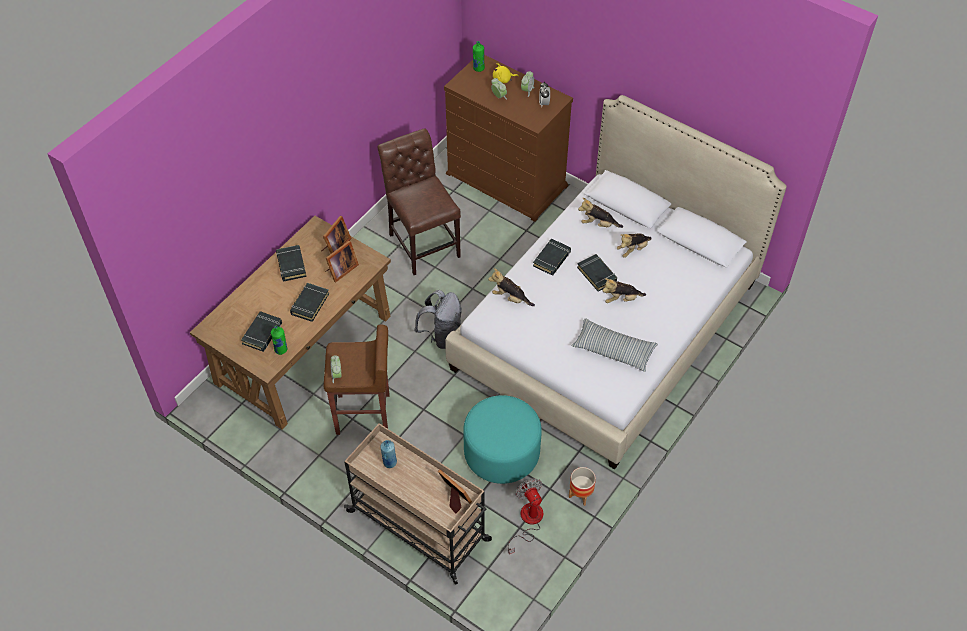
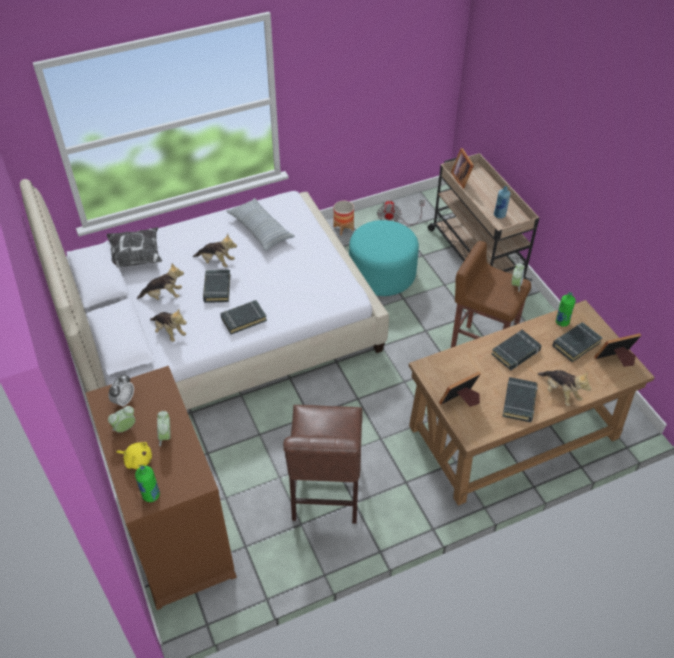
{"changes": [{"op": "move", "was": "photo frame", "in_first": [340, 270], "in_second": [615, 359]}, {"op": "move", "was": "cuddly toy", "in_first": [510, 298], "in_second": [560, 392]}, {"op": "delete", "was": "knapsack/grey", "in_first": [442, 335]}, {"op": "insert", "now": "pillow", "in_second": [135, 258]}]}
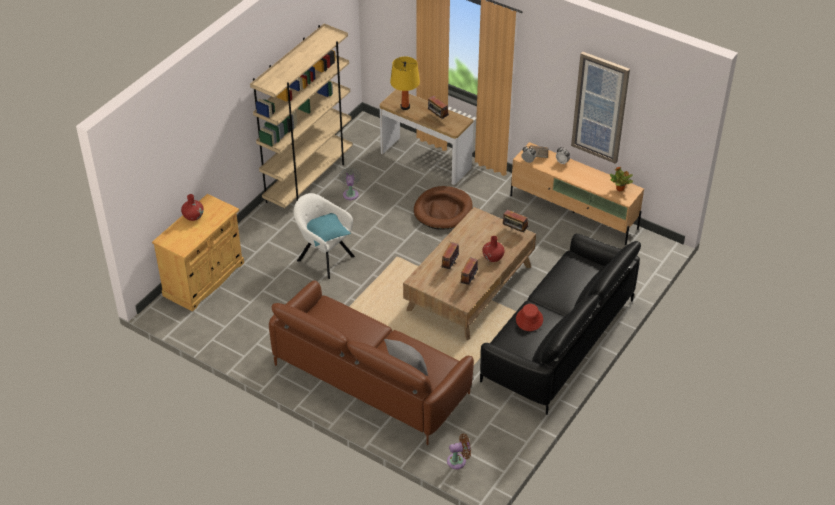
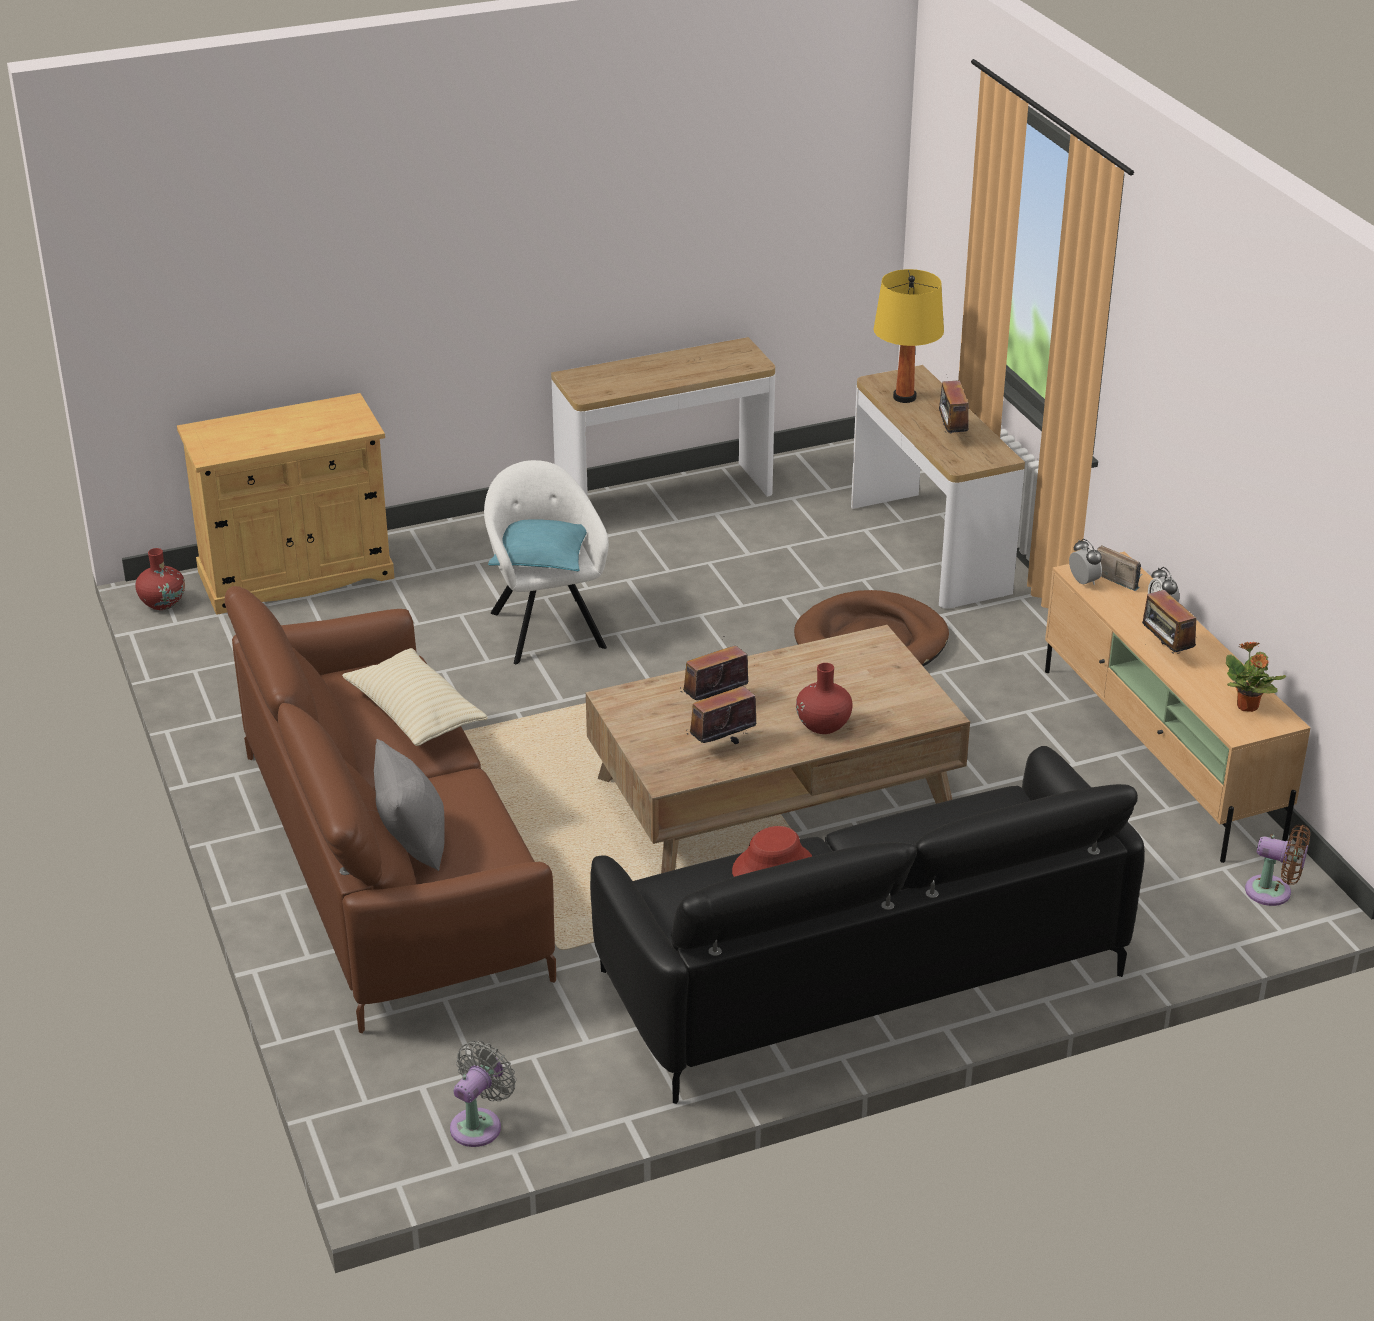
{"changes": [{"op": "replace", "was": "bookshelf/beige-coloured", "now": "console table", "in_first": [308, 179], "in_second": [665, 498]}, {"op": "delete", "was": "wall art", "in_first": [600, 107]}, {"op": "move", "was": "electric fan/grey", "in_first": [350, 193], "in_second": [479, 1124]}, {"op": "move", "was": "decorative vase/reddish", "in_first": [193, 216], "in_second": [162, 603]}, {"op": "move", "was": "radio receiver", "in_first": [514, 231], "in_second": [1165, 651]}, {"op": "move", "was": "electric fan/brownish", "in_first": [458, 461], "in_second": [1273, 892]}, {"op": "insert", "now": "pillow/beige-coloured", "in_second": [415, 714]}]}
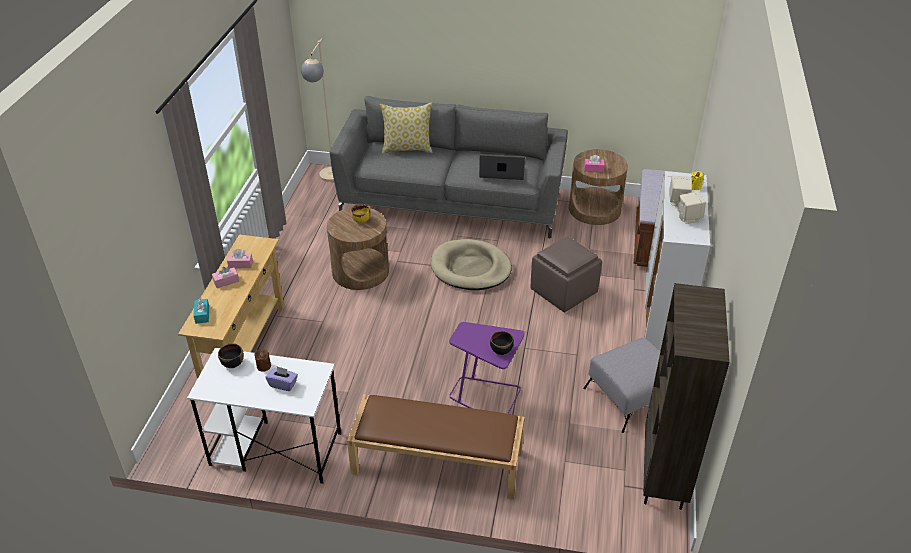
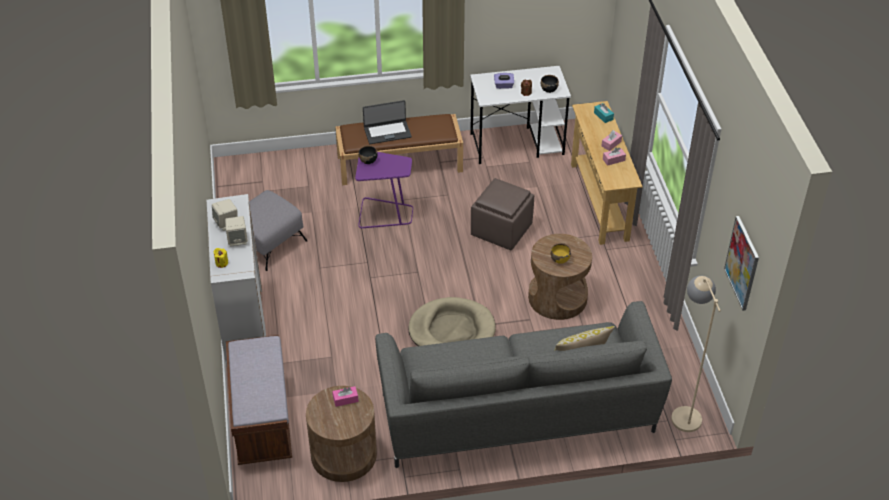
{"changes": [{"op": "move", "was": "portable computer", "in_first": [502, 172], "in_second": [387, 132]}, {"op": "move", "was": "ottoman/brownish", "in_first": [563, 291], "in_second": [501, 230]}, {"op": "delete", "was": "bookshelf/brownish", "in_first": [664, 476]}, {"op": "insert", "now": "wall art", "in_second": [742, 263]}]}
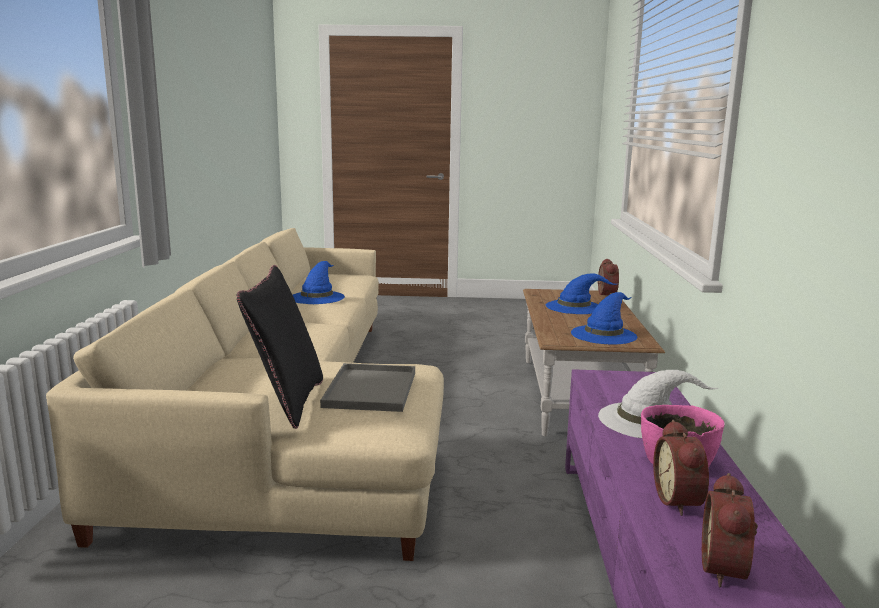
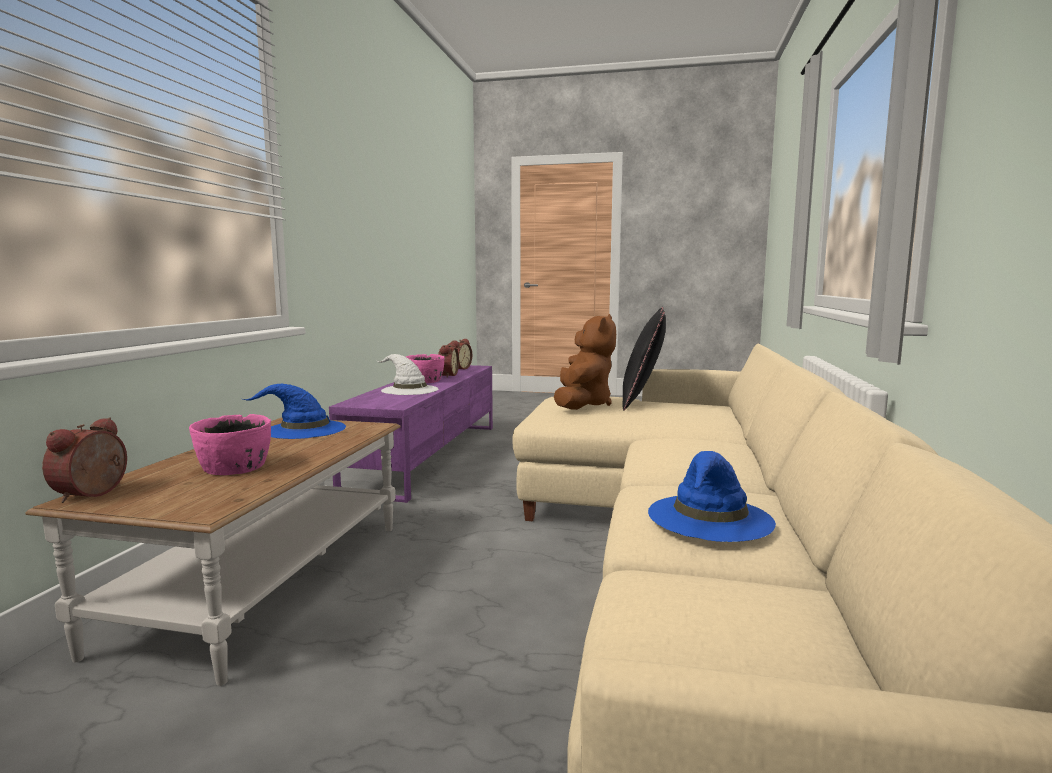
{"changes": [{"op": "replace", "was": "wearable hat/bluish", "now": "serving bowl/pink", "in_first": [575, 306], "in_second": [235, 467]}, {"op": "replace", "was": "serving tray/grey", "now": "cuddly toy/brownish", "in_first": [370, 388], "in_second": [582, 404]}]}
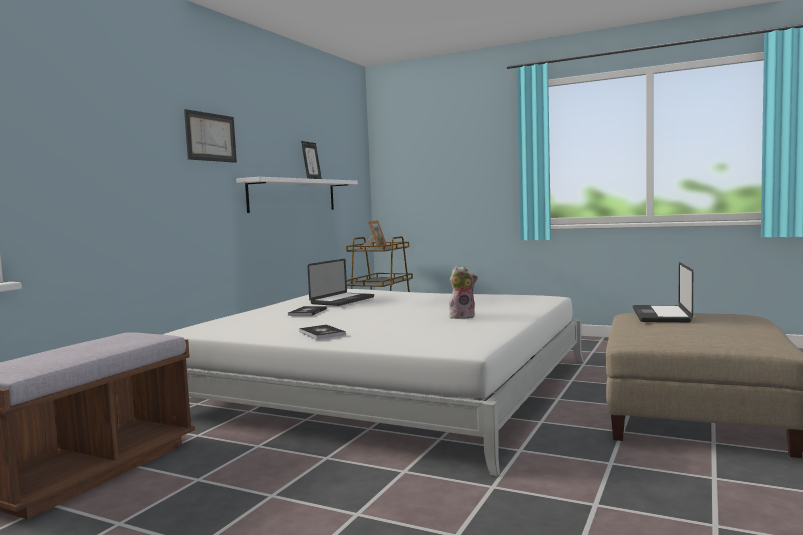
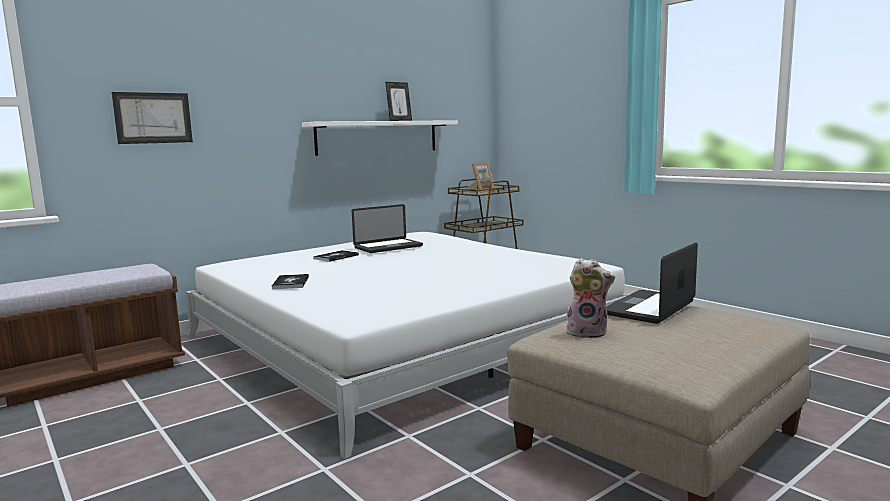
{"changes": [{"op": "move", "was": "wall art", "in_first": [210, 137], "in_second": [153, 118]}, {"op": "move", "was": "cuddly toy", "in_first": [462, 316], "in_second": [588, 333]}]}
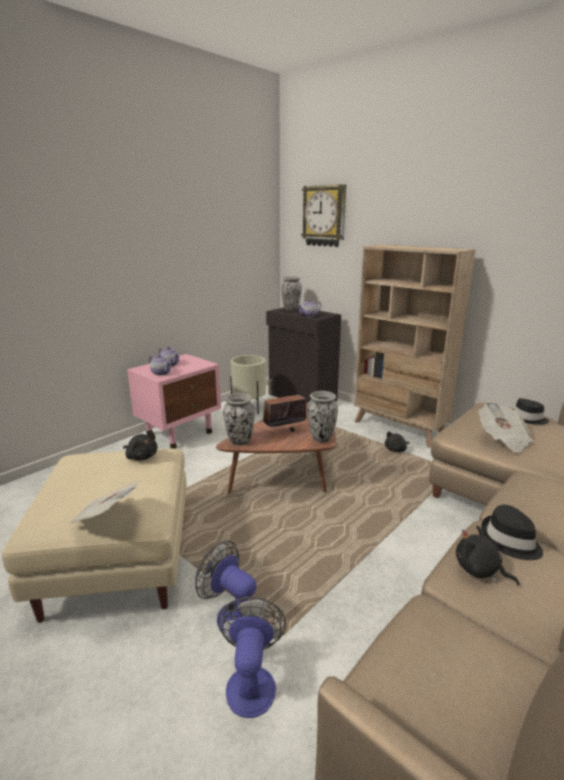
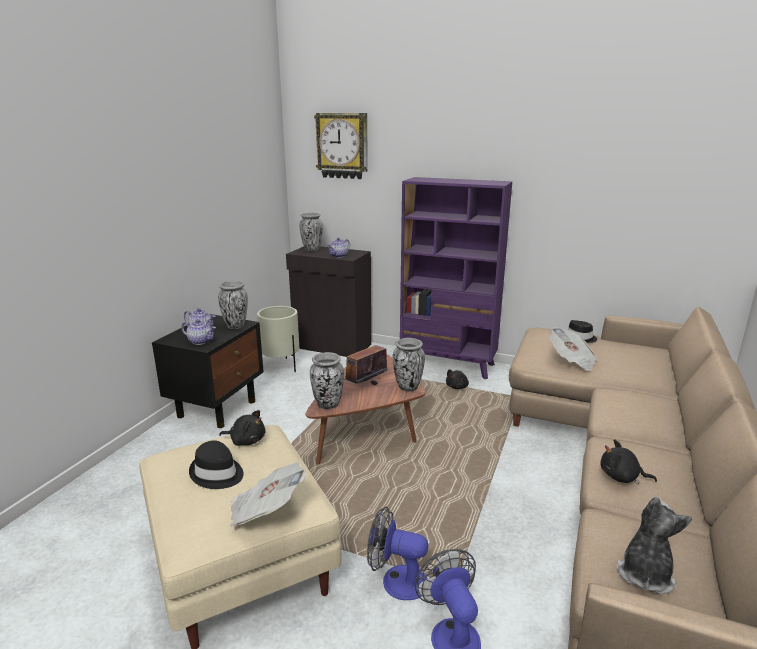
{"changes": [{"op": "recolor", "was": "bookshelf/beige-coloured", "now": "bookshelf/purplish", "in_first": [399, 428], "in_second": [448, 364]}, {"op": "recolor", "was": "nightstand/pink", "now": "nightstand/blackish", "in_first": [180, 433], "in_second": [217, 408]}, {"op": "move", "was": "wearable hat/blackish", "in_first": [509, 541], "in_second": [217, 474]}, {"op": "insert", "now": "decorative vase", "in_second": [235, 326]}, {"op": "insert", "now": "cuddly toy", "in_second": [645, 573]}]}
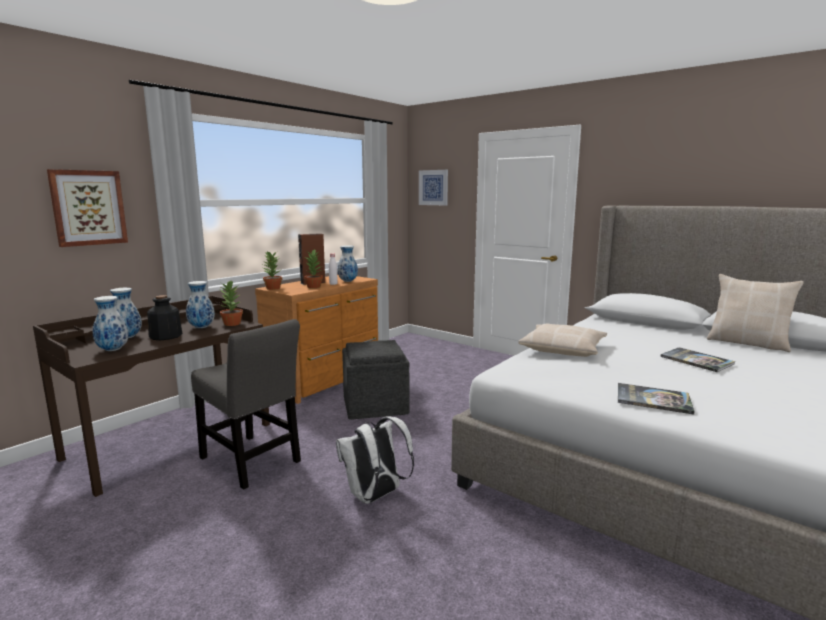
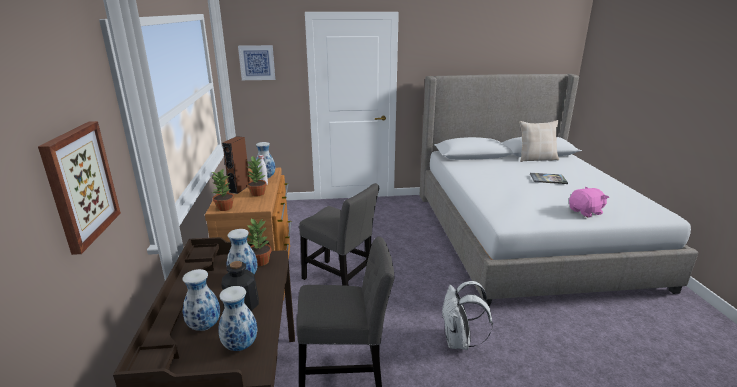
{"changes": [{"op": "delete", "was": "pillow/beige-coloured", "in_first": [563, 349]}, {"op": "replace", "was": "ottoman/grey", "now": "chair/grey", "in_first": [374, 406], "in_second": [340, 279]}, {"op": "replace", "was": "volume", "now": "cuddly toy/pink", "in_first": [653, 399], "in_second": [586, 212]}]}
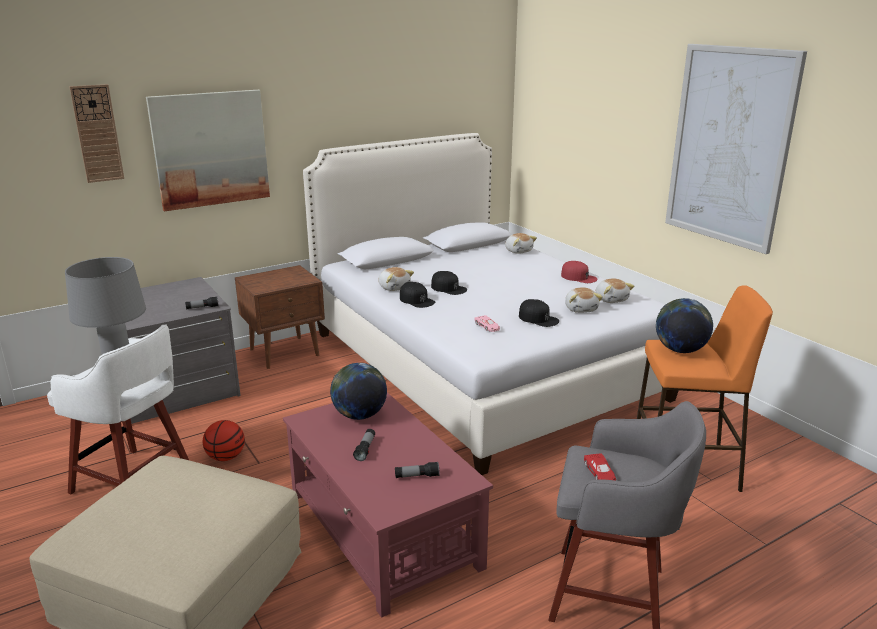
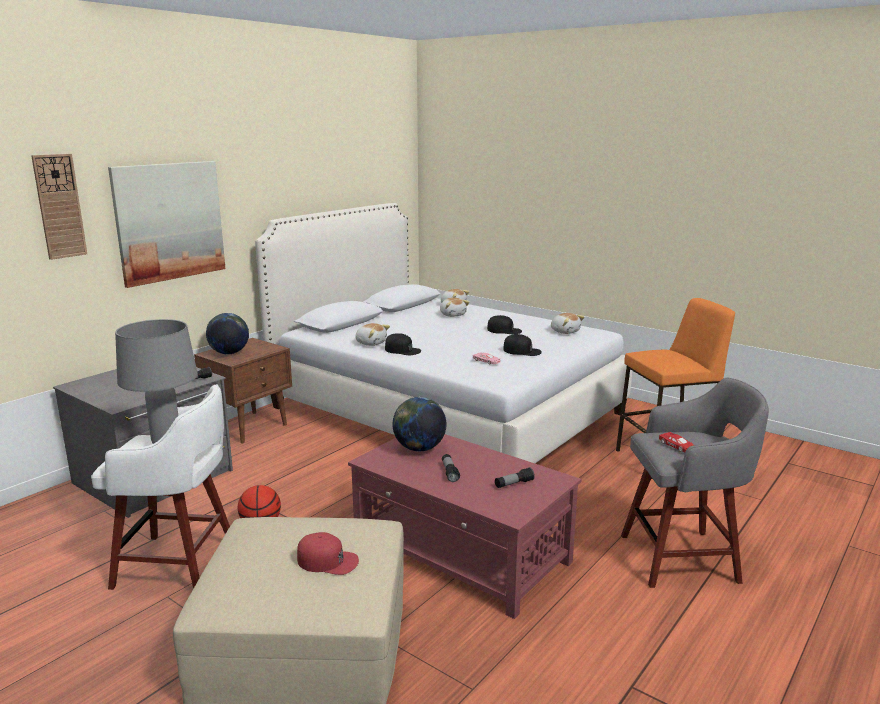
{"changes": [{"op": "delete", "was": "wall art", "in_first": [730, 146]}, {"op": "move", "was": "baseball cap/reddish", "in_first": [579, 277], "in_second": [327, 560]}, {"op": "move", "was": "baseball cap/blackish", "in_first": [448, 288], "in_second": [504, 330]}, {"op": "move", "was": "cuddly toy", "in_first": [581, 309], "in_second": [453, 315]}, {"op": "move", "was": "world globe", "in_first": [680, 350], "in_second": [229, 353]}]}
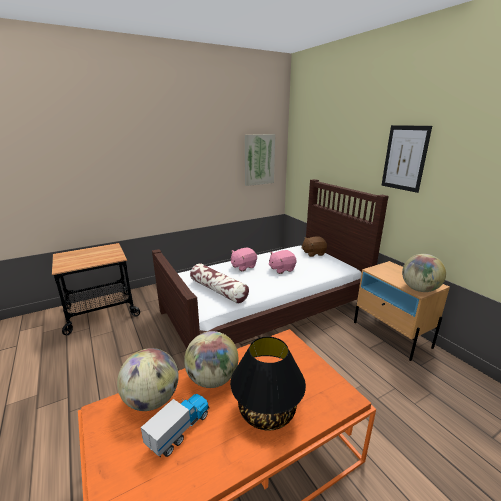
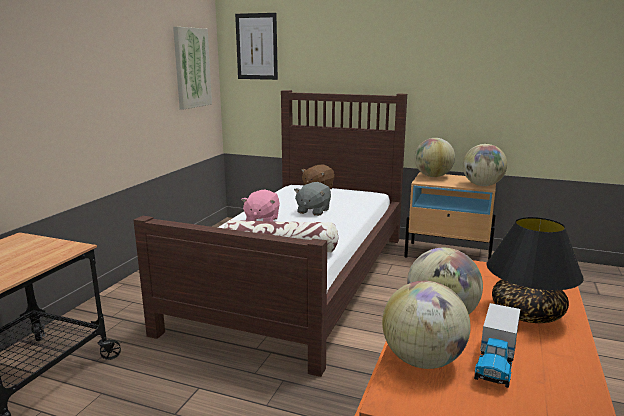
{"changes": [{"op": "move", "was": "wall art", "in_first": [405, 158], "in_second": [256, 46]}, {"op": "recolor", "was": "cuddly toy/pink", "now": "cuddly toy/grey", "in_first": [281, 269], "in_second": [313, 211]}, {"op": "rotate", "was": "toy truck", "in_first": [179, 430], "in_second": [495, 363], "clockwise": -150}, {"op": "insert", "now": "world globe", "in_second": [433, 176]}]}
